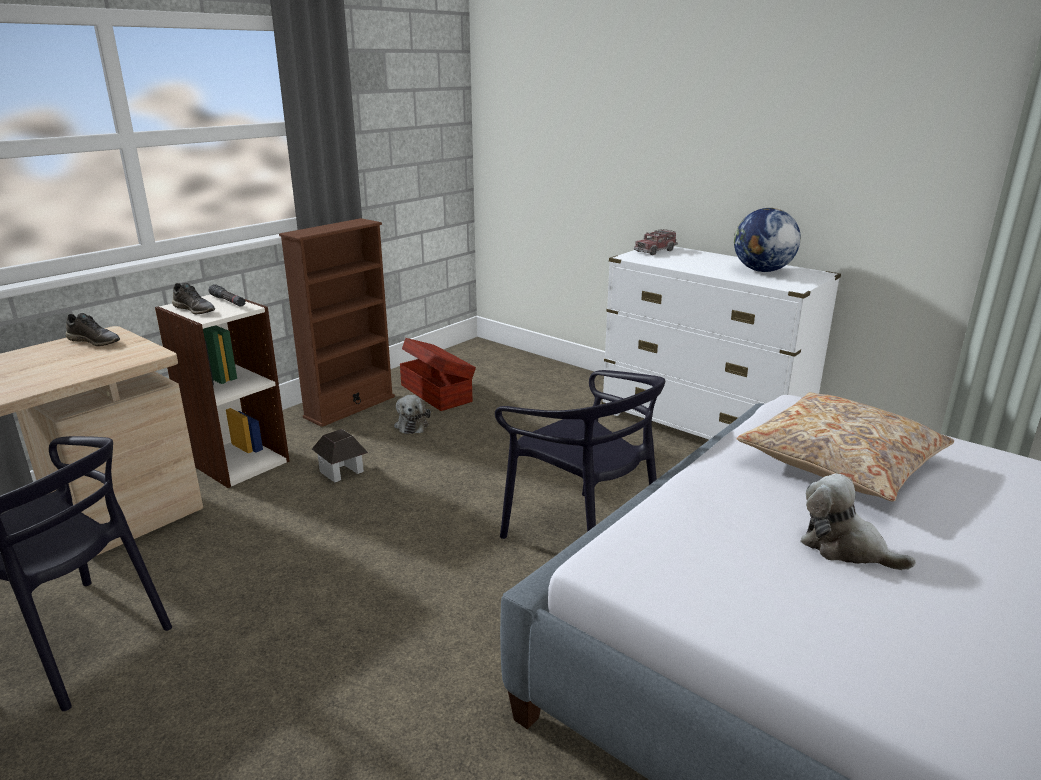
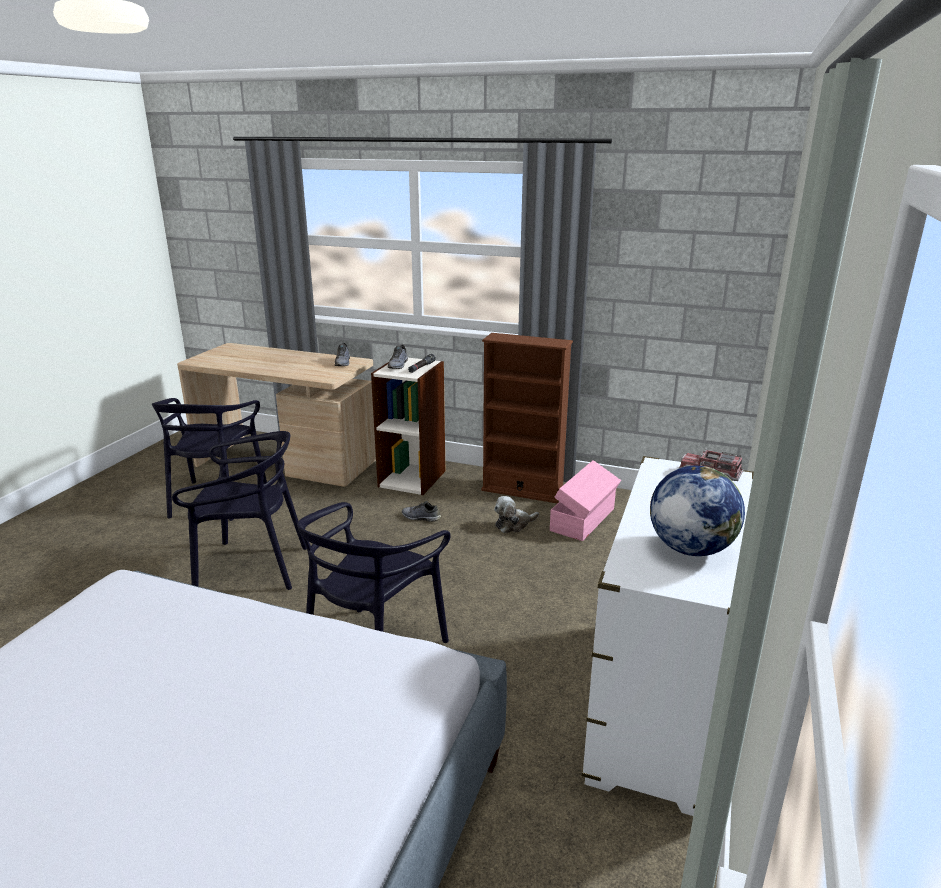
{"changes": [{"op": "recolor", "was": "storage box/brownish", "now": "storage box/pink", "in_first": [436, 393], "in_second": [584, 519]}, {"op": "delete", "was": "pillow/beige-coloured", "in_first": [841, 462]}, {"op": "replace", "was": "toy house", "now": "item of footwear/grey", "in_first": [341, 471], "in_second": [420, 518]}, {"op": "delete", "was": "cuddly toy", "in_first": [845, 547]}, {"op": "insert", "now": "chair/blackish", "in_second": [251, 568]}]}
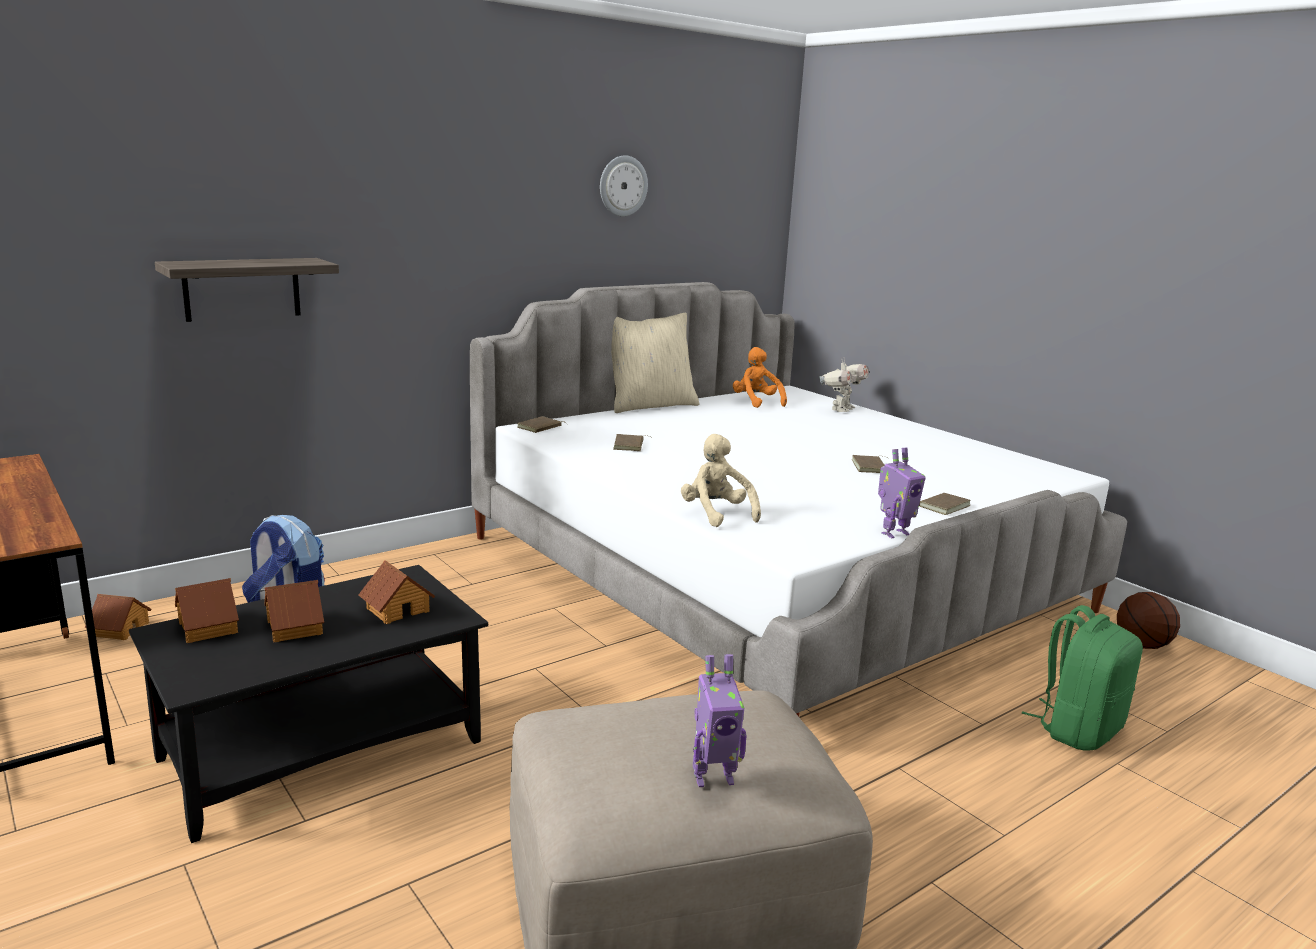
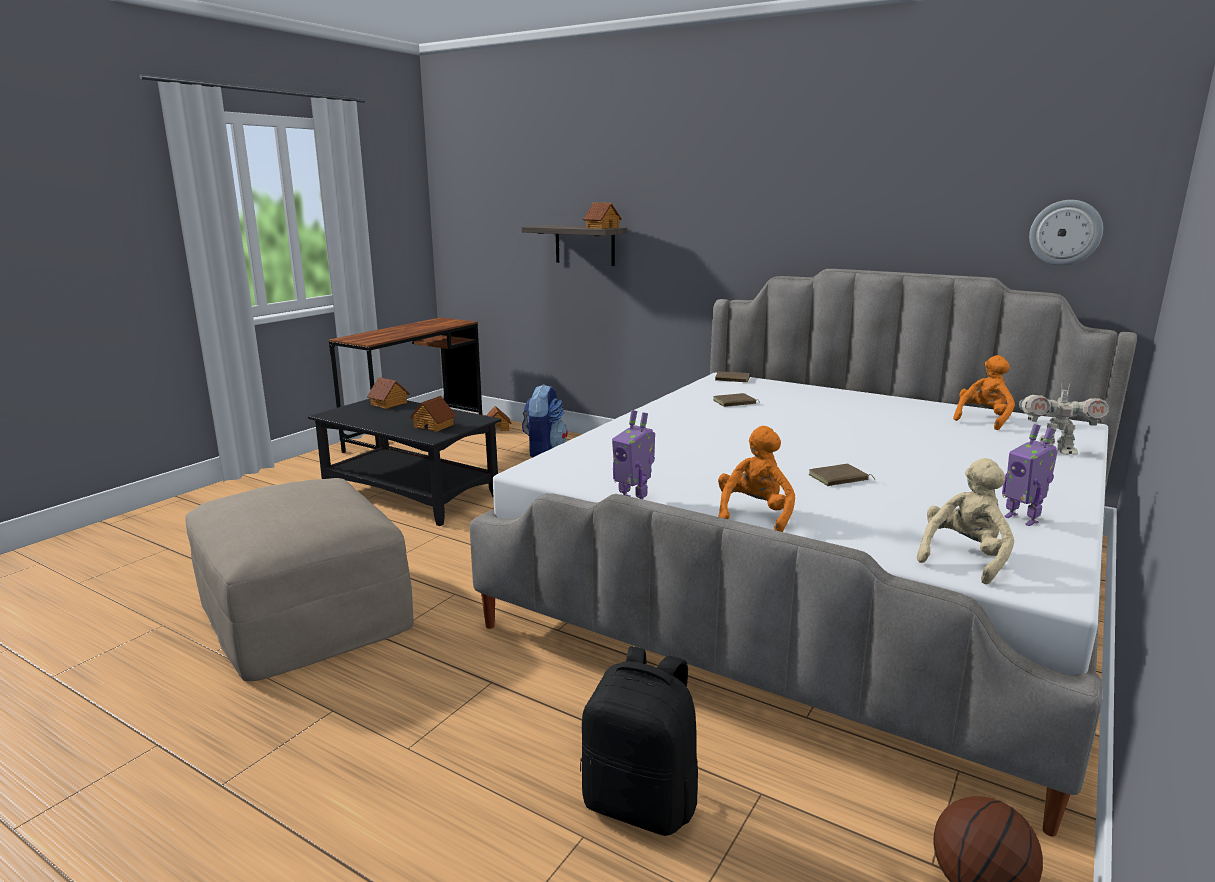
{"changes": [{"op": "move", "was": "hanging clock", "in_first": [622, 186], "in_second": [1065, 232]}, {"op": "delete", "was": "pillow/beige-coloured", "in_first": [650, 405]}, {"op": "move", "was": "cuddly toy/beige-coloured", "in_first": [716, 514], "in_second": [964, 558]}, {"op": "replace", "was": "volume/brownish", "now": "cuddly toy/orange", "in_first": [942, 506], "in_second": [754, 516]}, {"op": "move", "was": "toy house", "in_first": [293, 627], "in_second": [602, 227]}, {"op": "recolor", "was": "knapsack/green", "now": "knapsack/blackish", "in_first": [1077, 730], "in_second": [641, 803]}, {"op": "move", "was": "toy robot", "in_first": [713, 777], "in_second": [1022, 519]}]}
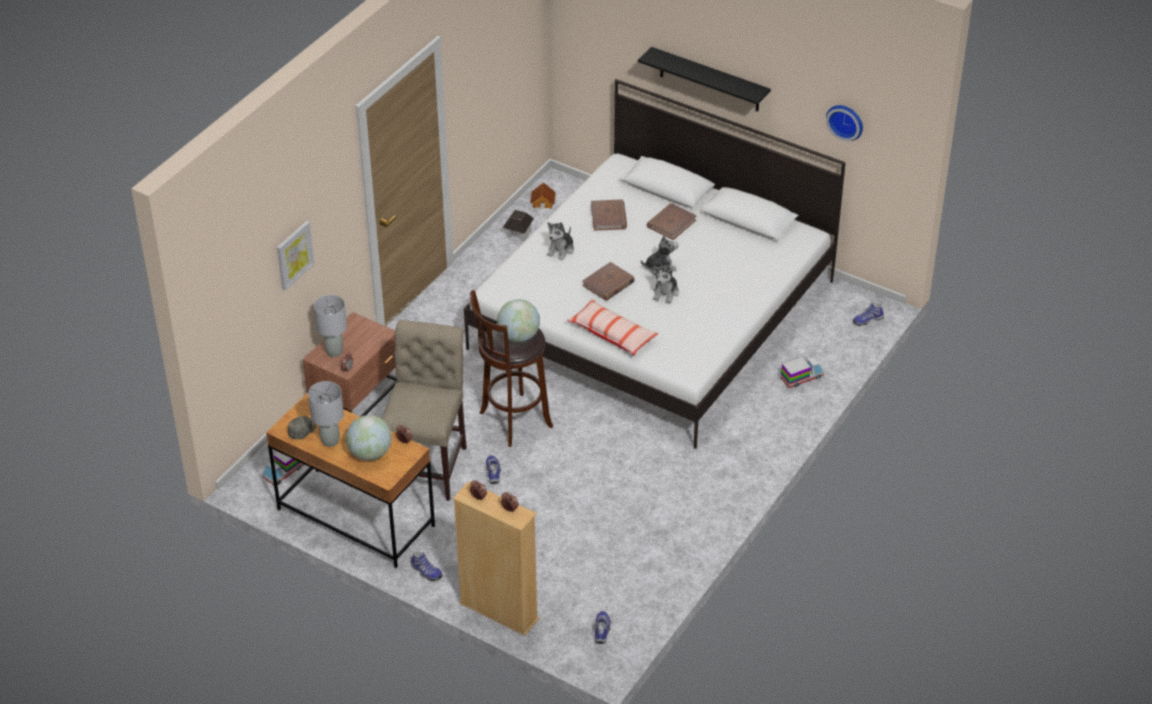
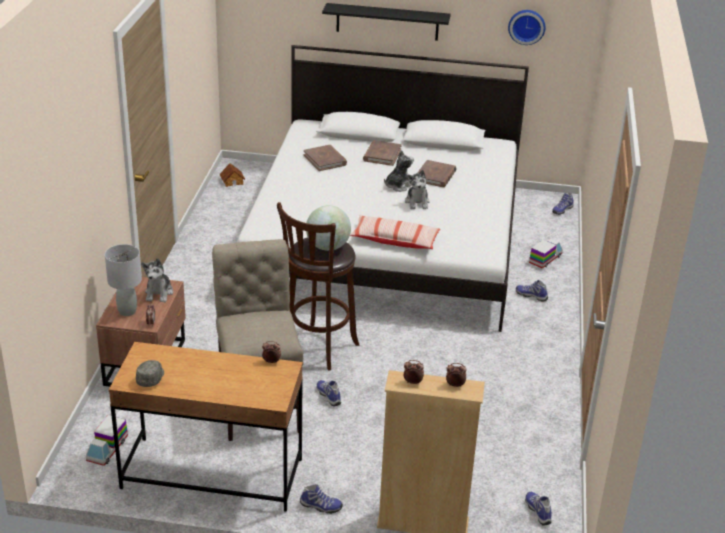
{"changes": [{"op": "delete", "was": "toy house", "in_first": [518, 234]}, {"op": "delete", "was": "wall art", "in_first": [294, 255]}, {"op": "move", "was": "cuddly toy", "in_first": [561, 250], "in_second": [159, 293]}, {"op": "move", "was": "volume/brownish", "in_first": [608, 284], "in_second": [435, 176]}, {"op": "delete", "was": "table lamp/grey", "in_first": [330, 441]}, {"op": "delete", "was": "world globe", "in_first": [370, 453]}, {"op": "insert", "now": "item of footwear", "in_second": [531, 295]}]}
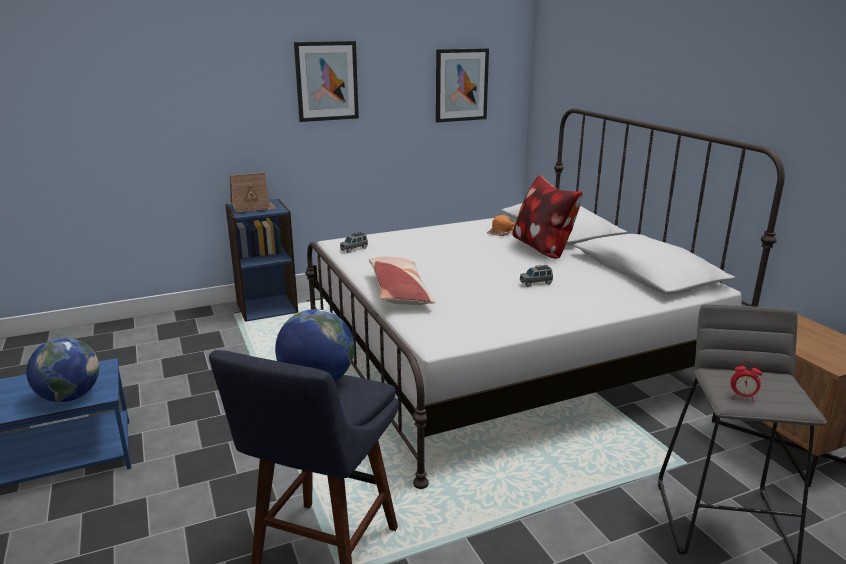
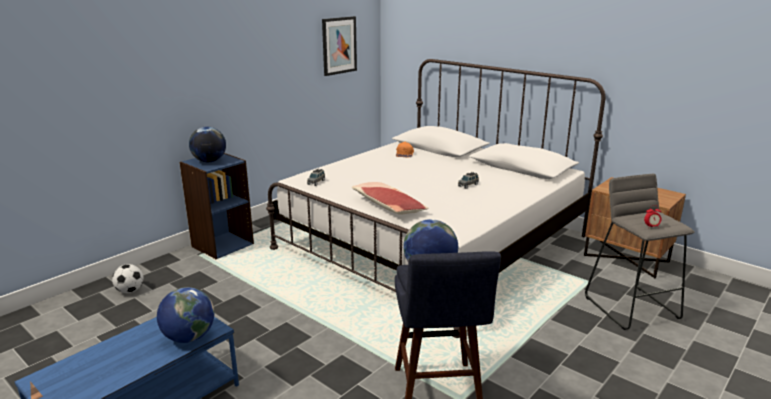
{"changes": [{"op": "delete", "was": "wall art", "in_first": [326, 81]}, {"op": "replace", "was": "toy house", "now": "world globe", "in_first": [253, 207], "in_second": [209, 161]}, {"op": "delete", "was": "pillow", "in_first": [543, 248]}, {"op": "insert", "now": "football", "in_second": [130, 291]}]}
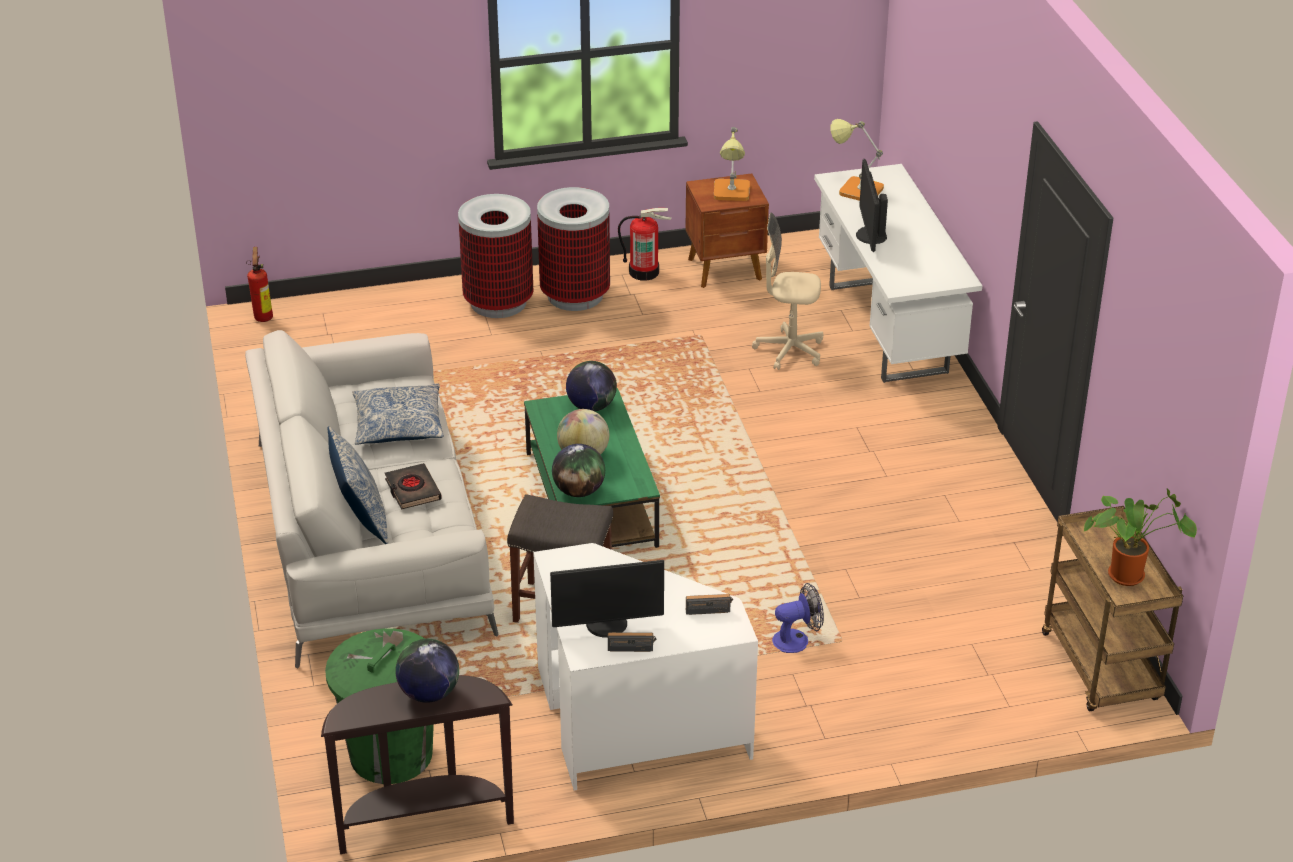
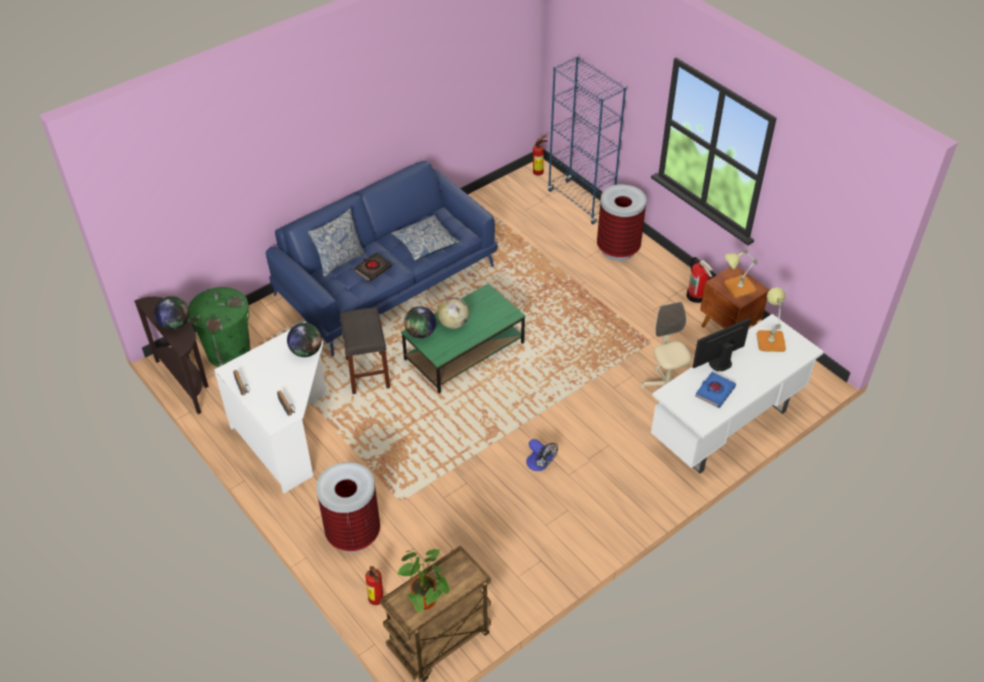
{"changes": [{"op": "move", "was": "trash can", "in_first": [575, 295], "in_second": [353, 534]}, {"op": "recolor", "was": "settee/whitish", "now": "settee/bluish", "in_first": [371, 533], "in_second": [387, 280]}, {"op": "move", "was": "world globe", "in_first": [591, 406], "in_second": [306, 351]}, {"op": "delete", "was": "monitor", "in_first": [607, 625]}, {"op": "move", "was": "electric fan", "in_first": [797, 639], "in_second": [540, 465]}, {"op": "insert", "now": "bookshelf/bluish", "in_second": [580, 202]}, {"op": "insert", "now": "volume/bluish", "in_second": [714, 392]}, {"op": "insert", "now": "fire-fighting cylinder", "in_second": [377, 601]}]}
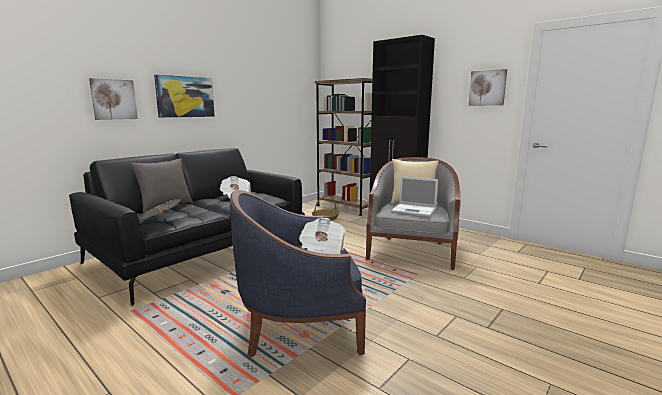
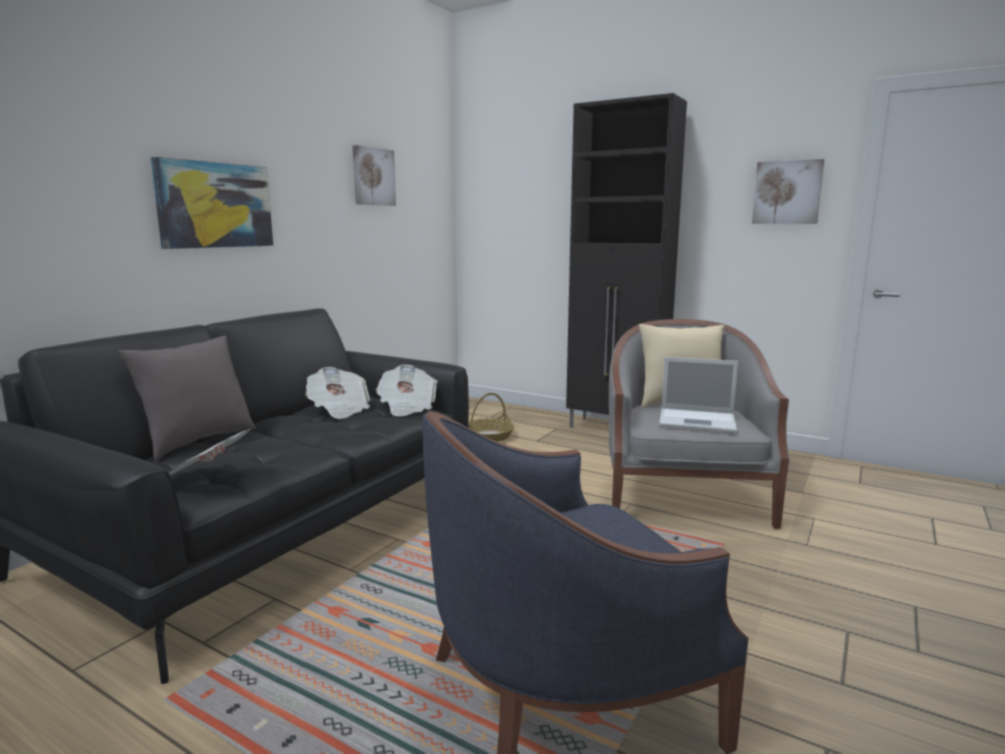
{"changes": [{"op": "move", "was": "wall art", "in_first": [113, 99], "in_second": [373, 176]}, {"op": "delete", "was": "bookshelf/brownish", "in_first": [345, 208]}, {"op": "move", "was": "daily paper", "in_first": [322, 252], "in_second": [407, 407]}]}
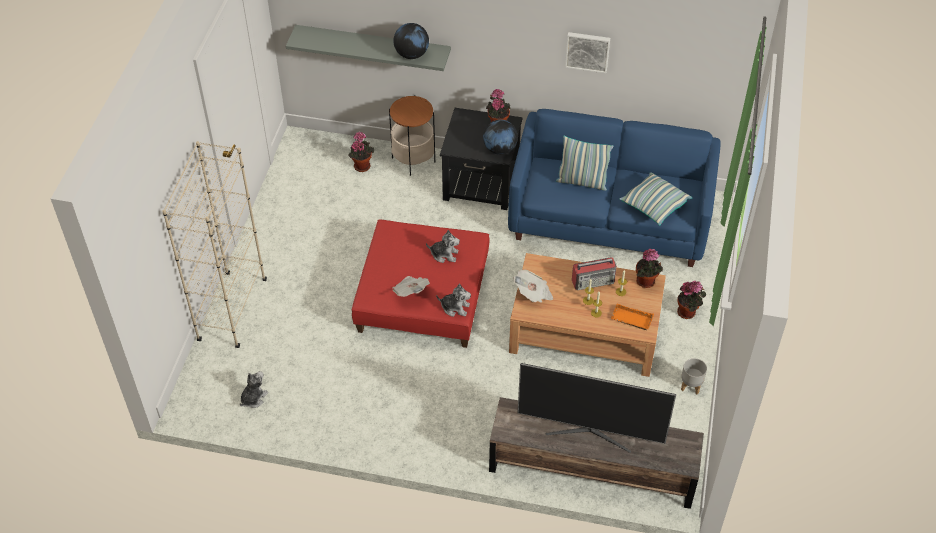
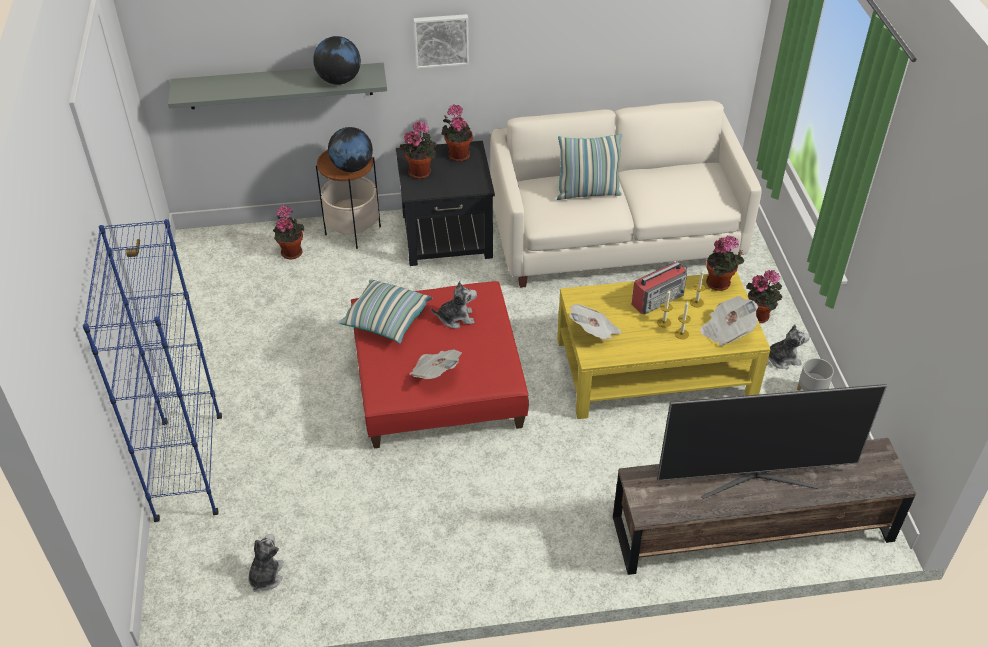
{"changes": [{"op": "move", "was": "wall art", "in_first": [587, 51], "in_second": [441, 40]}, {"op": "recolor", "was": "settee/bluish", "now": "settee/whitish", "in_first": [610, 216], "in_second": [616, 235]}, {"op": "move", "was": "world globe", "in_first": [500, 149], "in_second": [352, 167]}, {"op": "recolor", "was": "bookshelf/beige-coloured", "now": "bookshelf/bluish", "in_first": [232, 310], "in_second": [189, 468]}, {"op": "move", "was": "pillow", "in_first": [654, 205], "in_second": [386, 320]}, {"op": "recolor", "was": "lounge table/brownish", "now": "lounge table/yellow", "in_first": [586, 331], "in_second": [655, 368]}, {"op": "move", "was": "cuddly toy", "in_first": [455, 307], "in_second": [782, 359]}, {"op": "replace", "was": "serving tray/orange", "now": "daily paper", "in_first": [631, 320], "in_second": [726, 331]}, {"op": "insert", "now": "plant in a pot", "in_second": [421, 171]}]}
